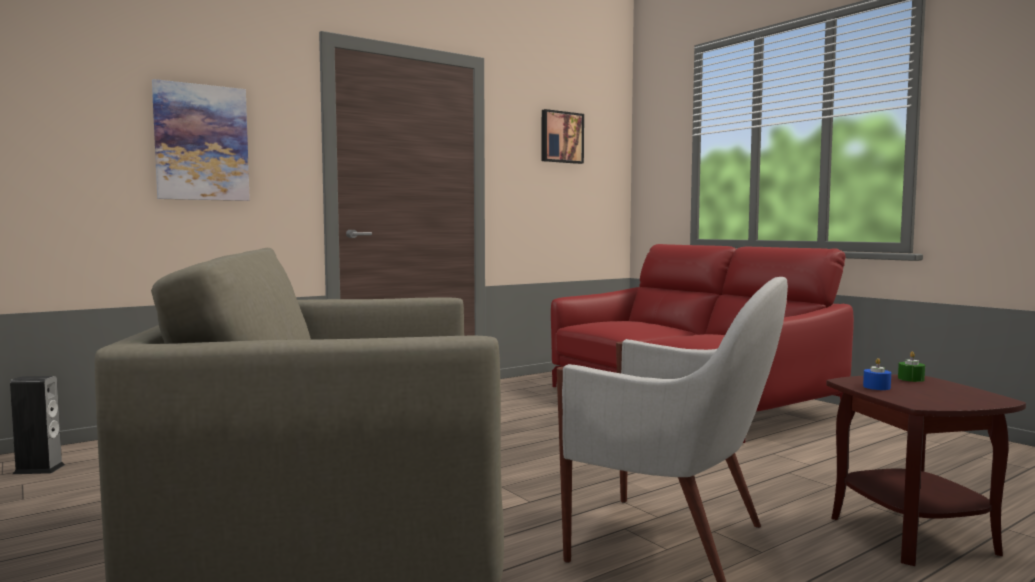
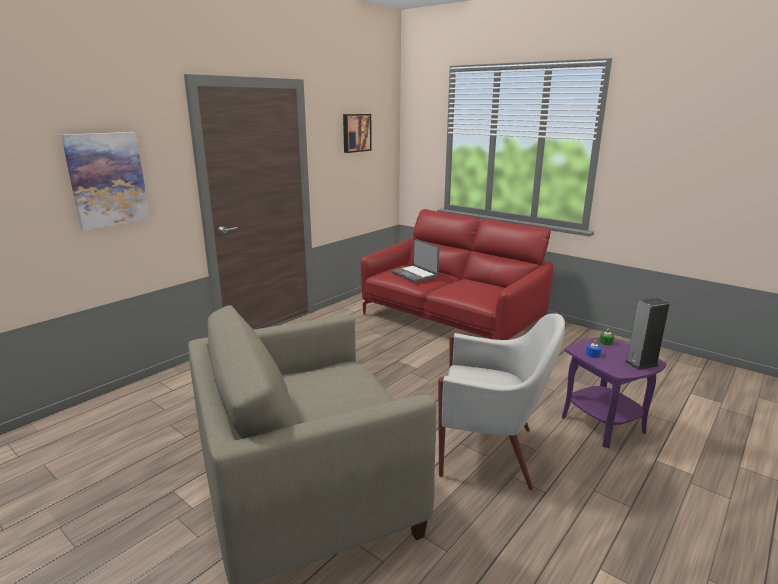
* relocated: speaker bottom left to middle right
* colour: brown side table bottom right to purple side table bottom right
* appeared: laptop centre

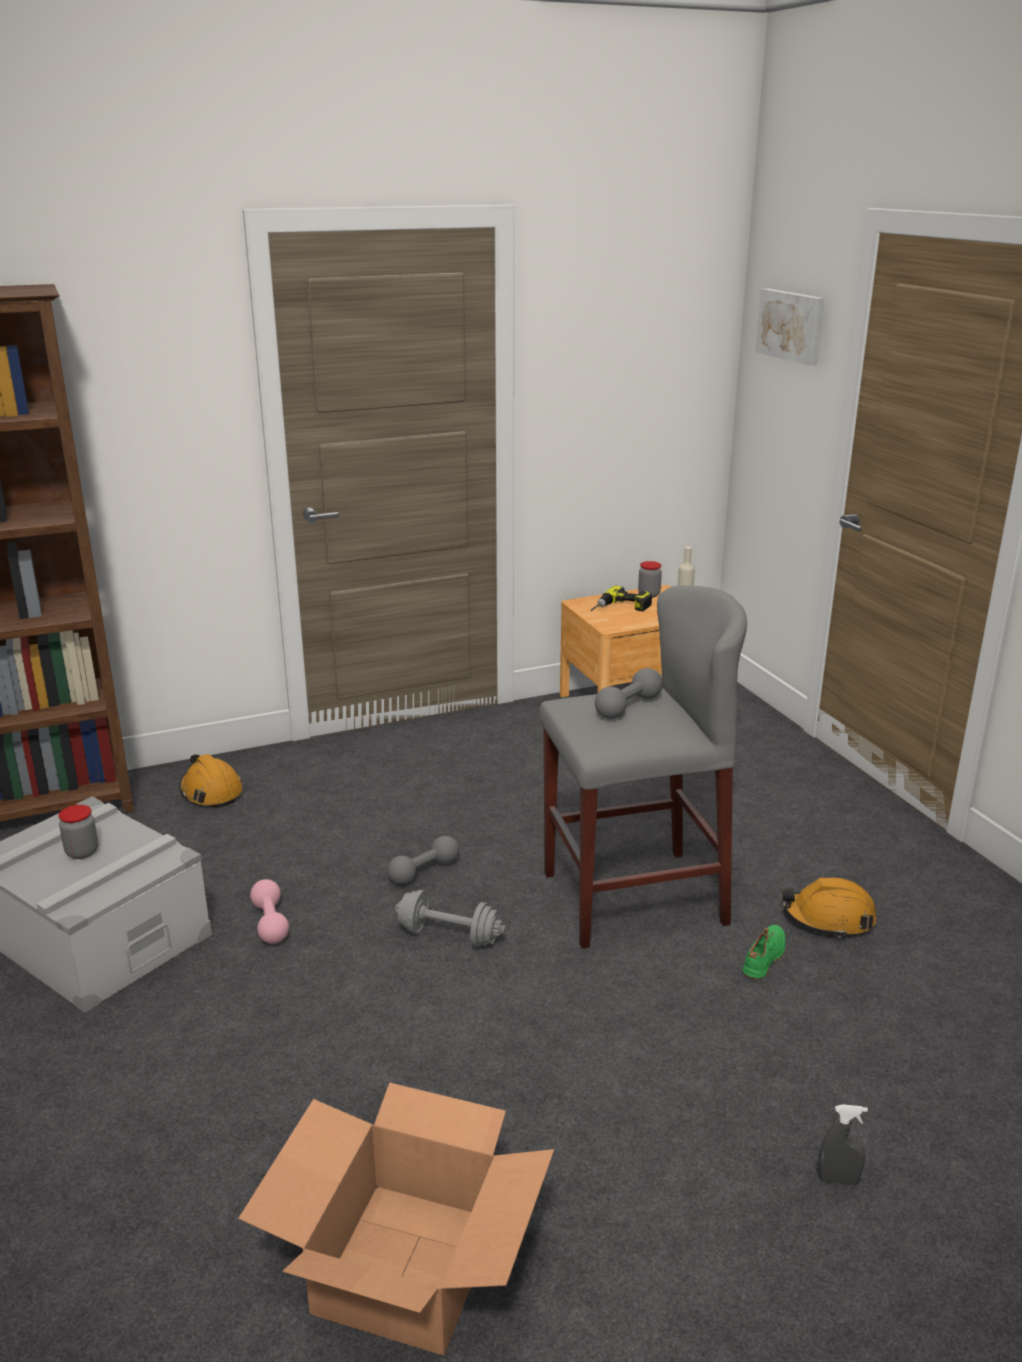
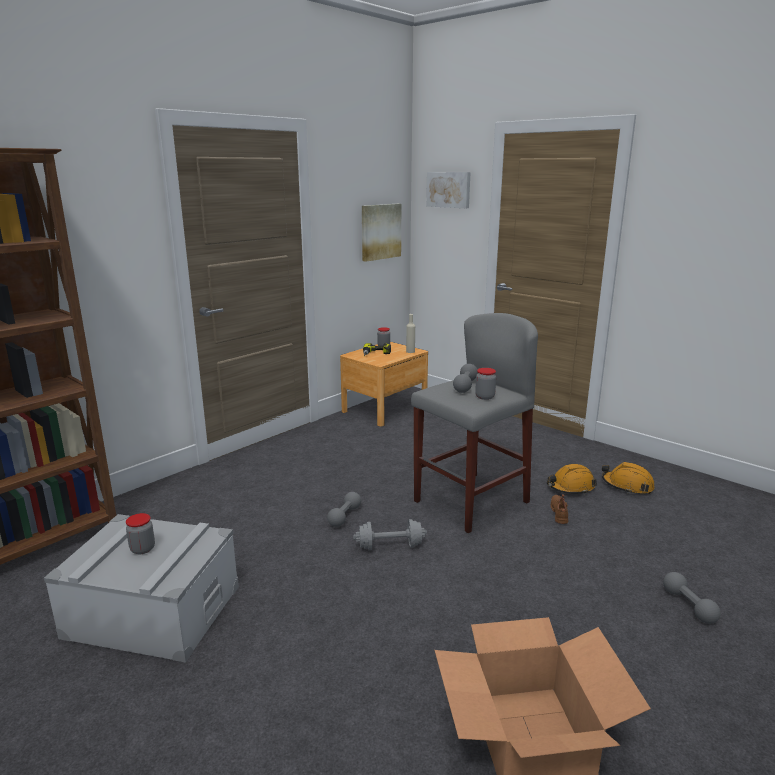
* relocated: orange hard hat (no. 1 from left in the first image) middle left to orange hard hat (no. 2 from left) middle right
* missing: pink dumbbell bottom left
* colour: green shoe bottom right to brown shoe middle right
* exchanged: grey spray bottle bottom right to grey dumbbell (no. 4 from left) bottom right
* appeared: picture (no. 1 from left) top centre
* appeared: jar (no. 3 from left) centre

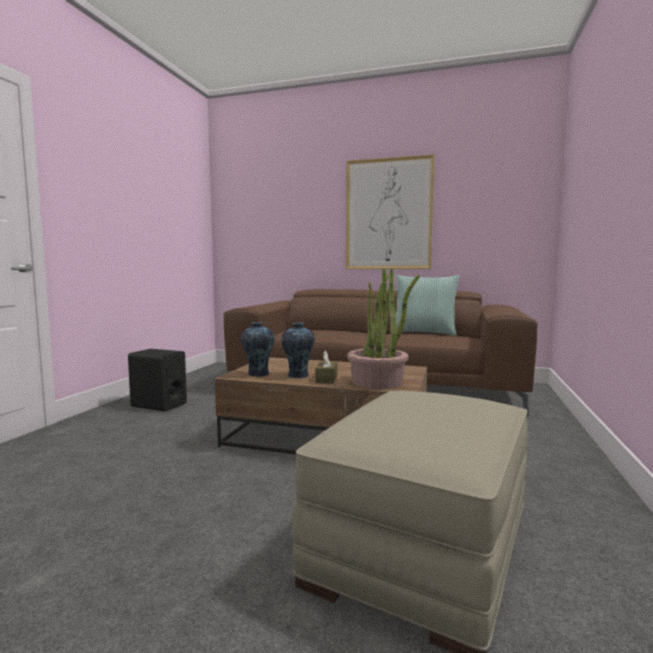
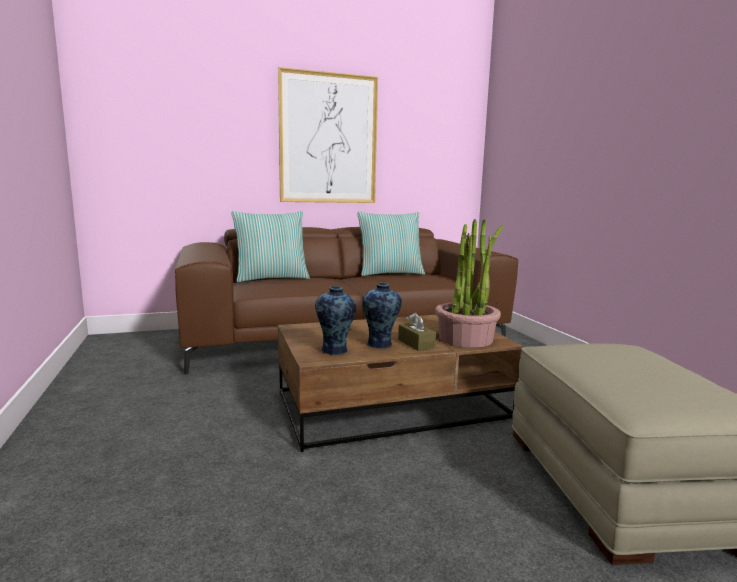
* missing: black speaker middle left
* appeared: pillow (no. 1 from left) centre

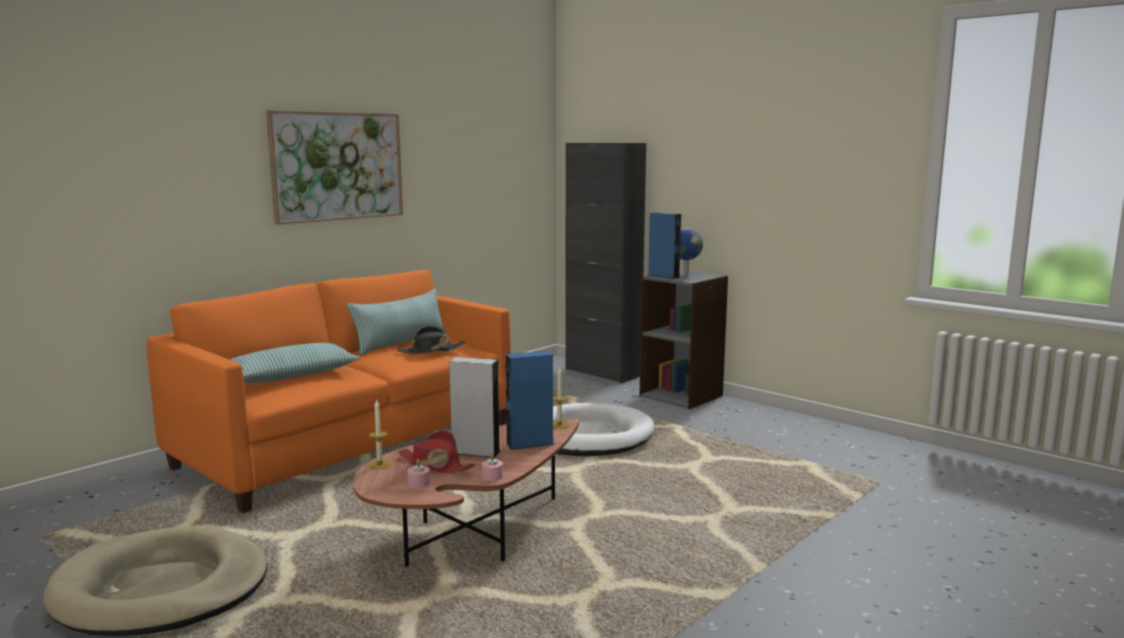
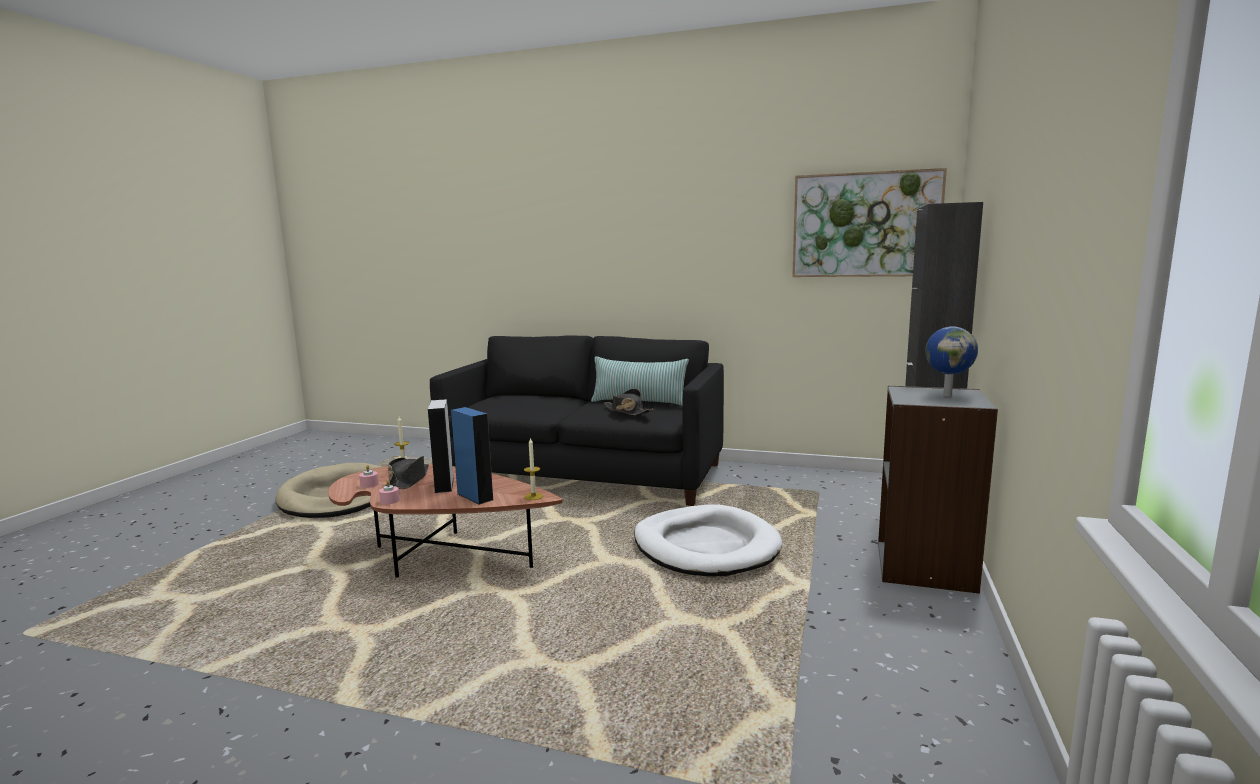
* colour: orange sofa middle left to black sofa centre
* missing: pillow (no. 1 from left) middle left
* relocated: picture top left to top right
* colour: red hat bottom centre to black hat (no. 1 from left) middle left
* missing: blue speaker (no. 2 from left) centre

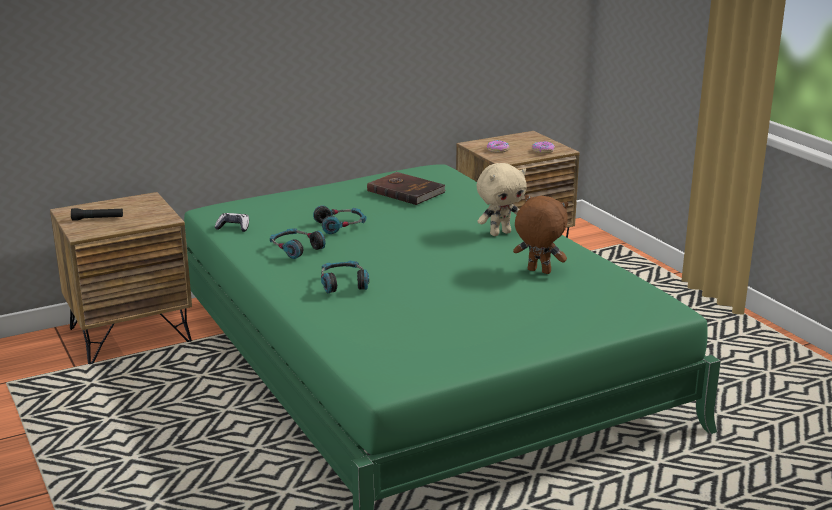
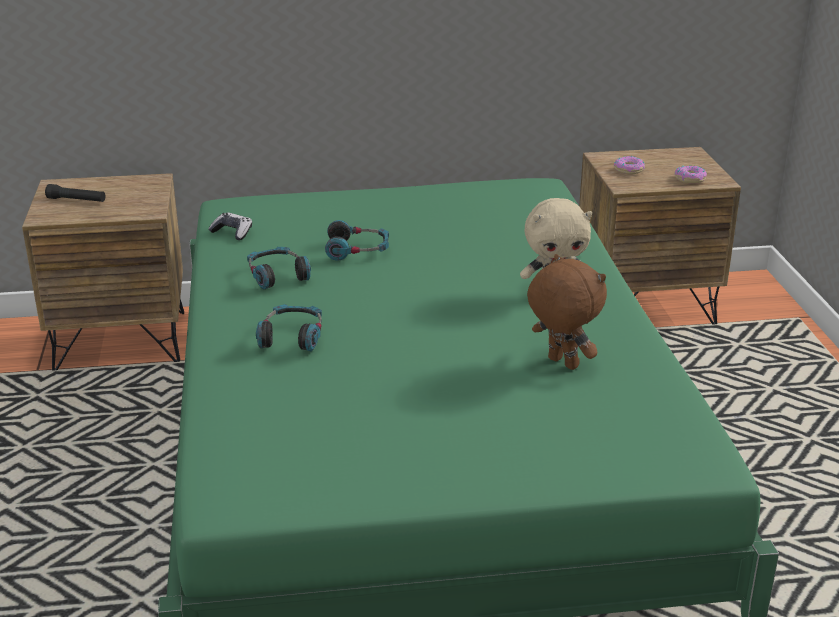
* missing: brown book centre

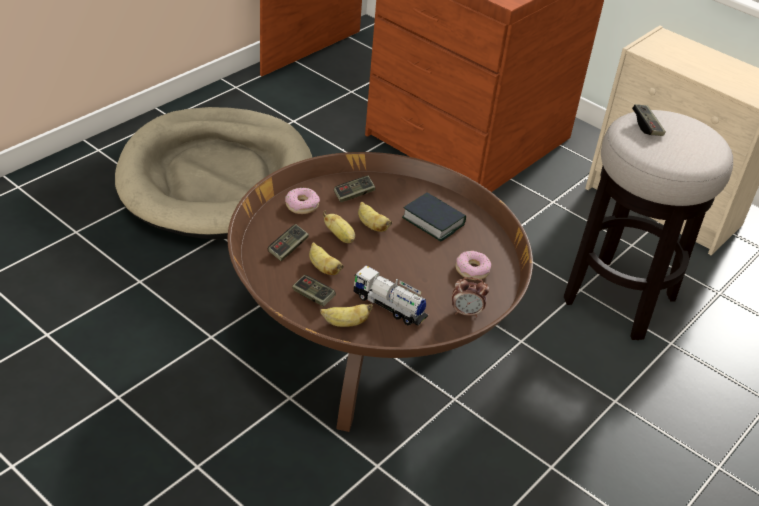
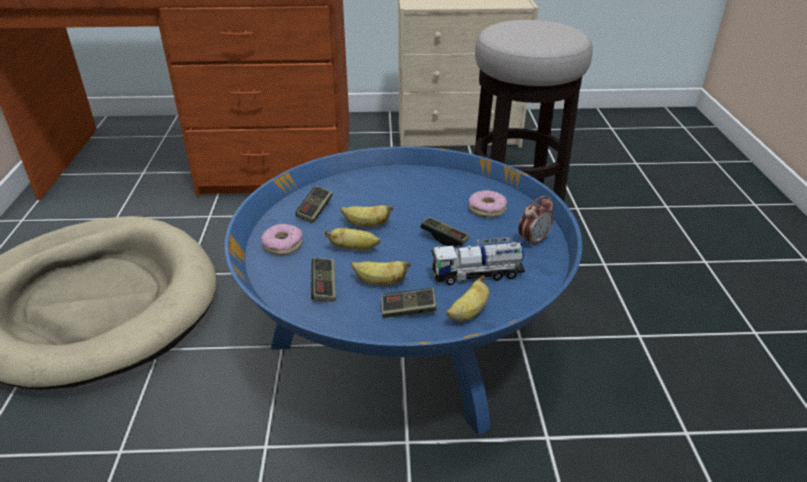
* colour: brown coffee table centre to blue coffee table centre
* missing: book centre
* relocated: game controller (no. 4 from left) top right to centre

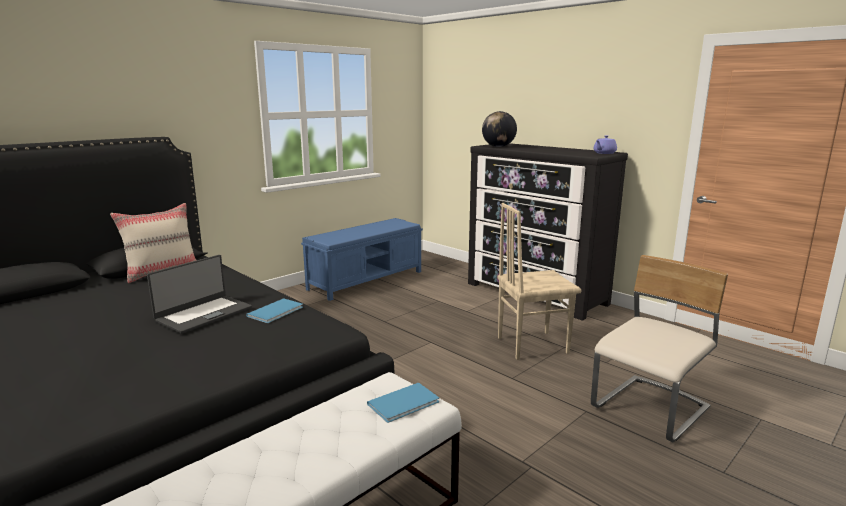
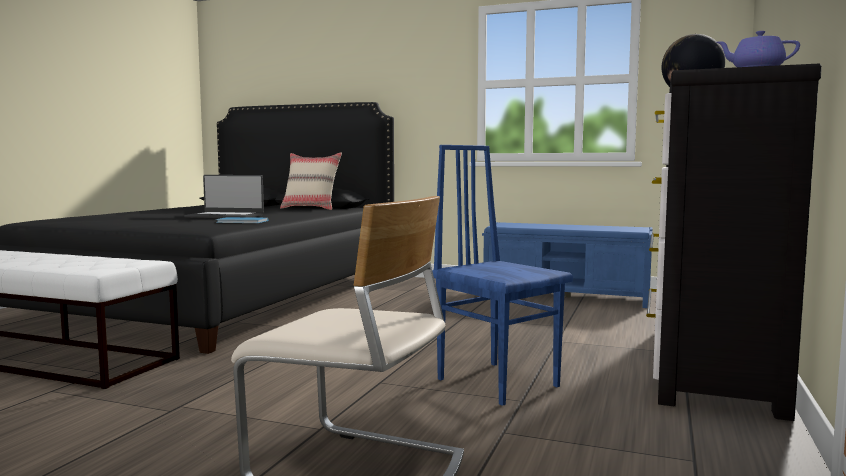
* missing: blue book (no. 2 from left) bottom centre
* colour: beige chair (no. 1 from left) centre to blue chair centre

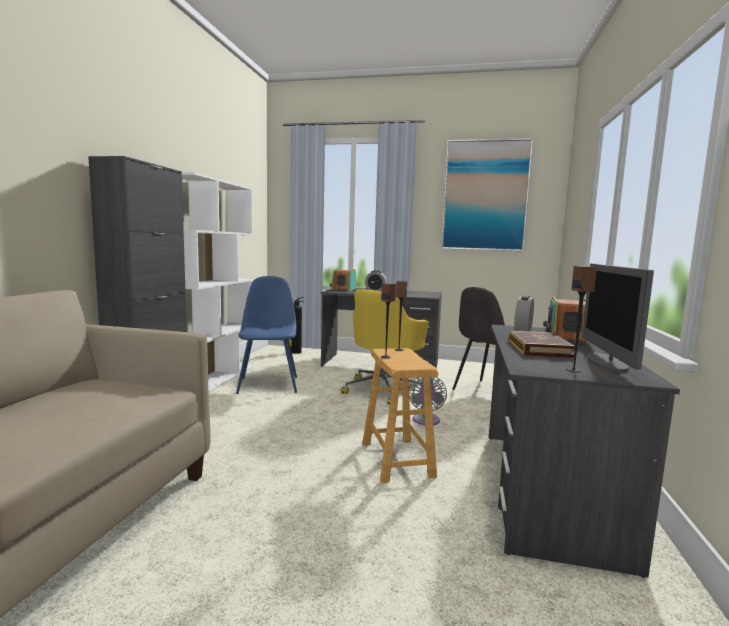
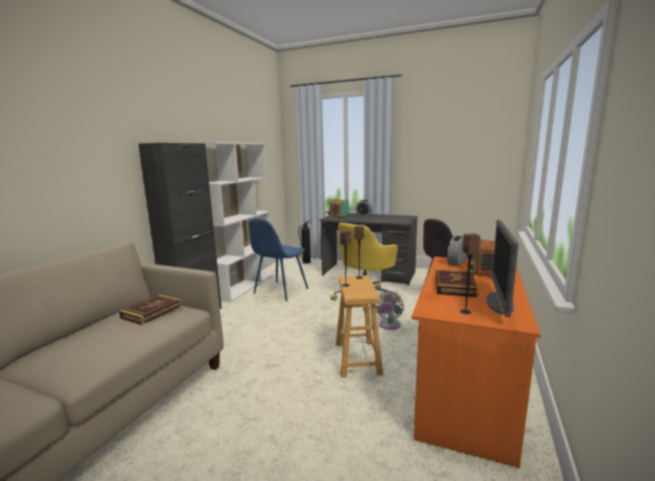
* spun: blue chair centre = centre 150 degrees counterclockwise
* missing: picture top right
* colour: grey desk (no. 2 from left) bottom right to orange desk bottom right
* appeared: book (no. 1 from left) middle left

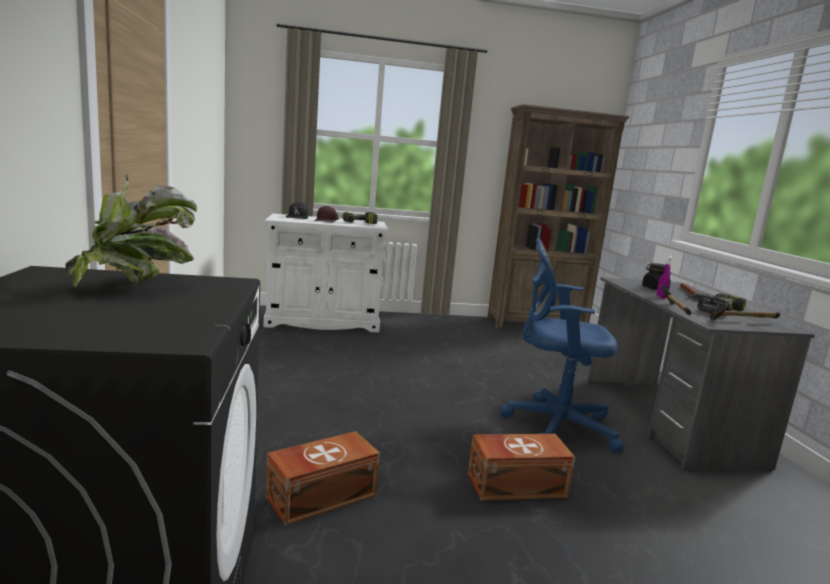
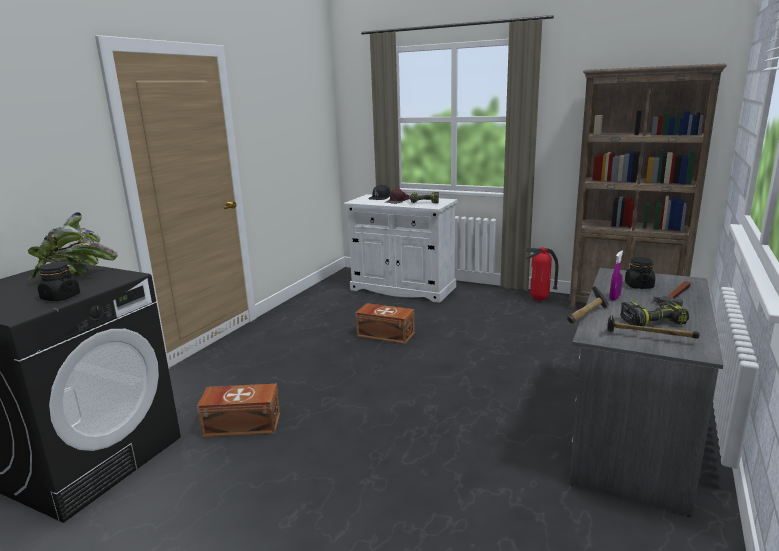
* relocated: brown storage box (no. 2 from left) bottom centre to centre
* missing: blue office chair middle right
* appeared: black jar (no. 1 from left) middle left
* appeared: fire extinguisher middle right

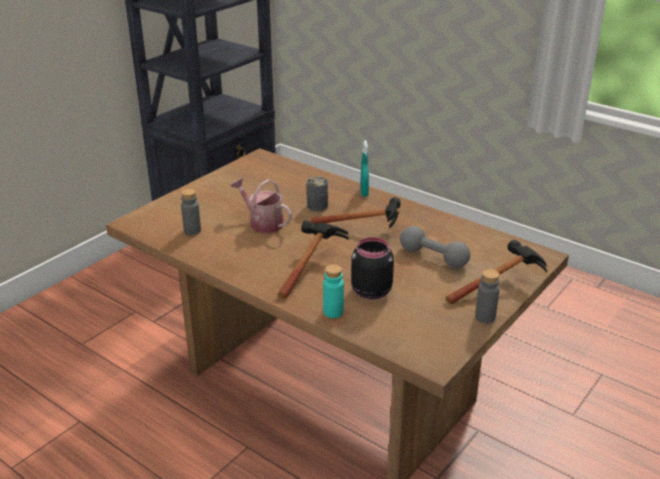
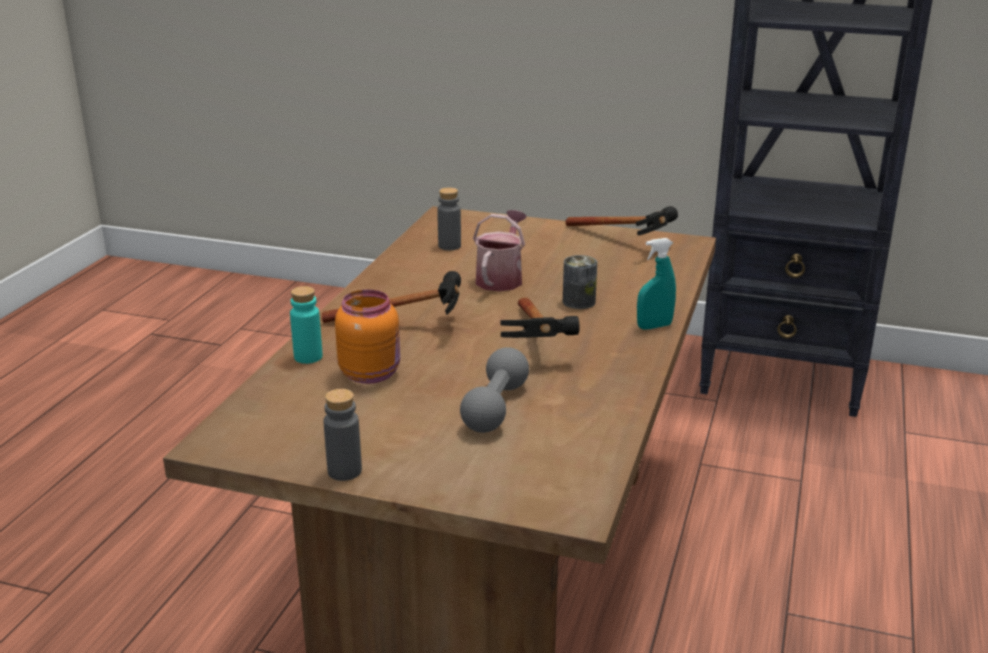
* colour: black jar centre to orange jar centre
* relocated: hammer (no. 3 from left) middle right to centre

